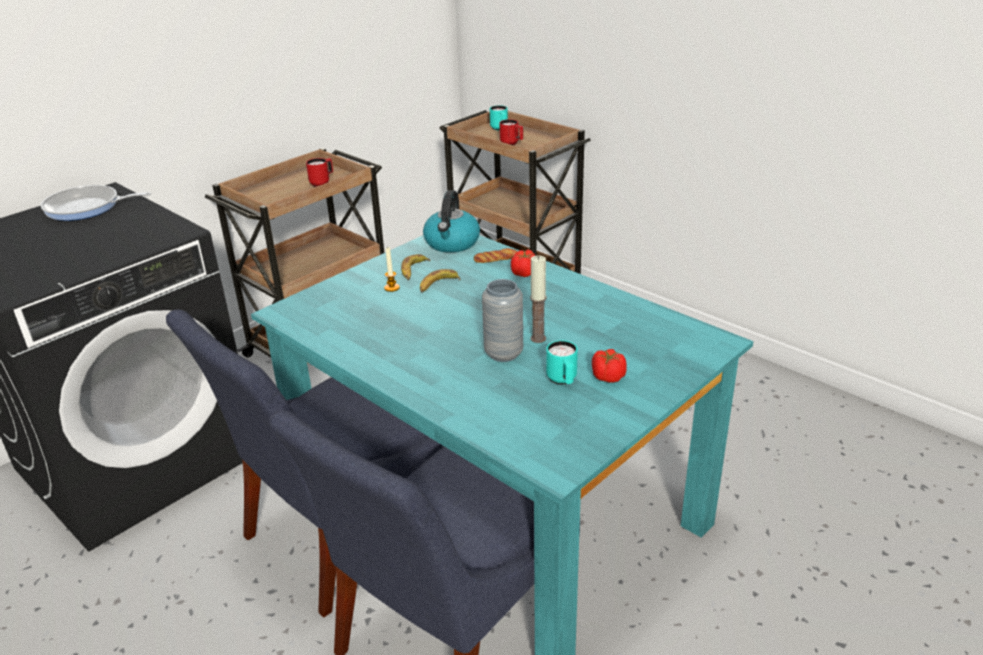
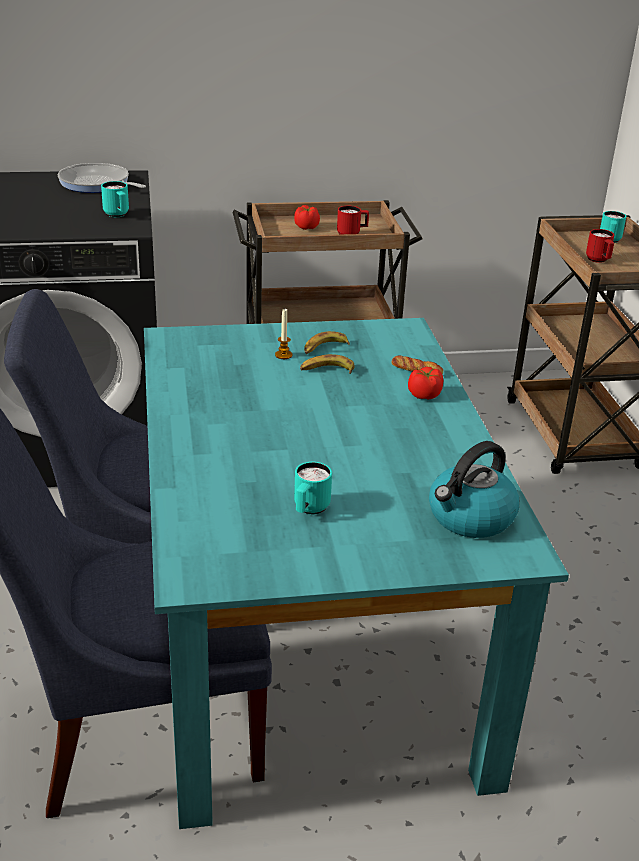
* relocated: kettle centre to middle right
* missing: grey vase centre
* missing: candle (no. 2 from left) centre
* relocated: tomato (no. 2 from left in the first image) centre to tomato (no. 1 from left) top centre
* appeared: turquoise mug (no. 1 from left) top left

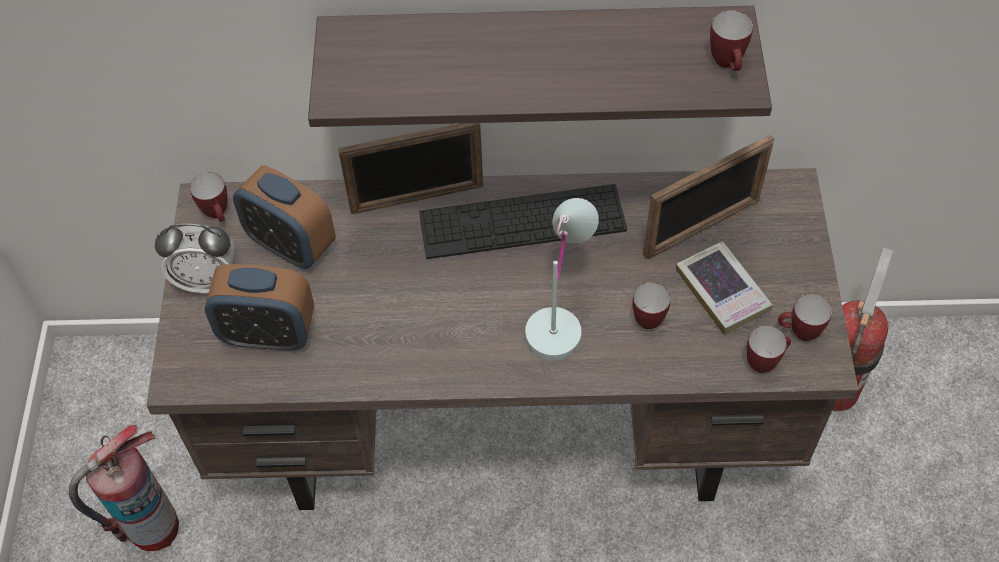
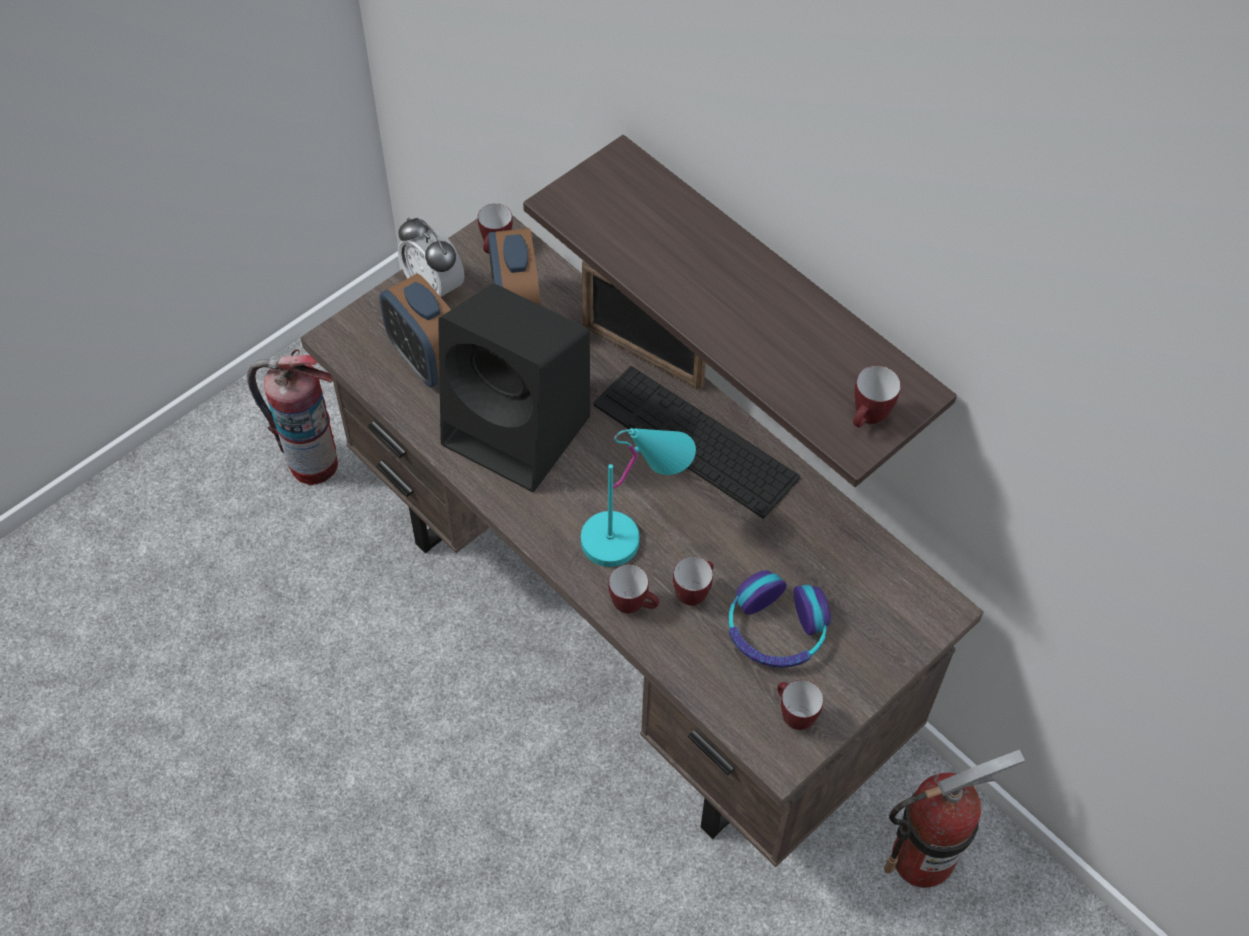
* colour: white table lamp centre to turquoise table lamp centre
* missing: picture frame (no. 2 from left) middle right
* exchanged: book middle right to headphones centre
* relocated: mug (no. 4 from left in the first image) middle right to mug (no. 2 from left) centre
* appeared: black speaker centre

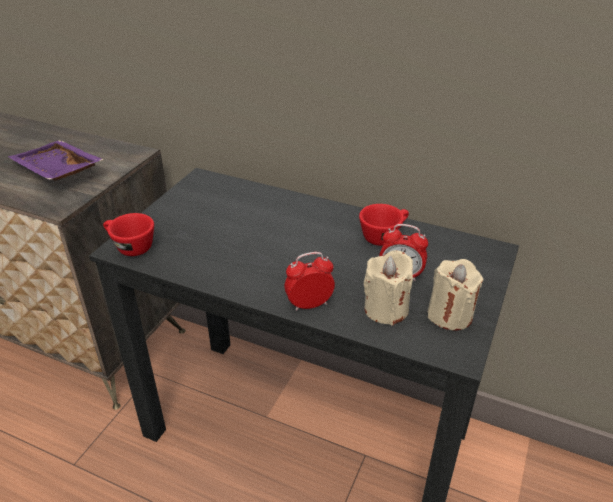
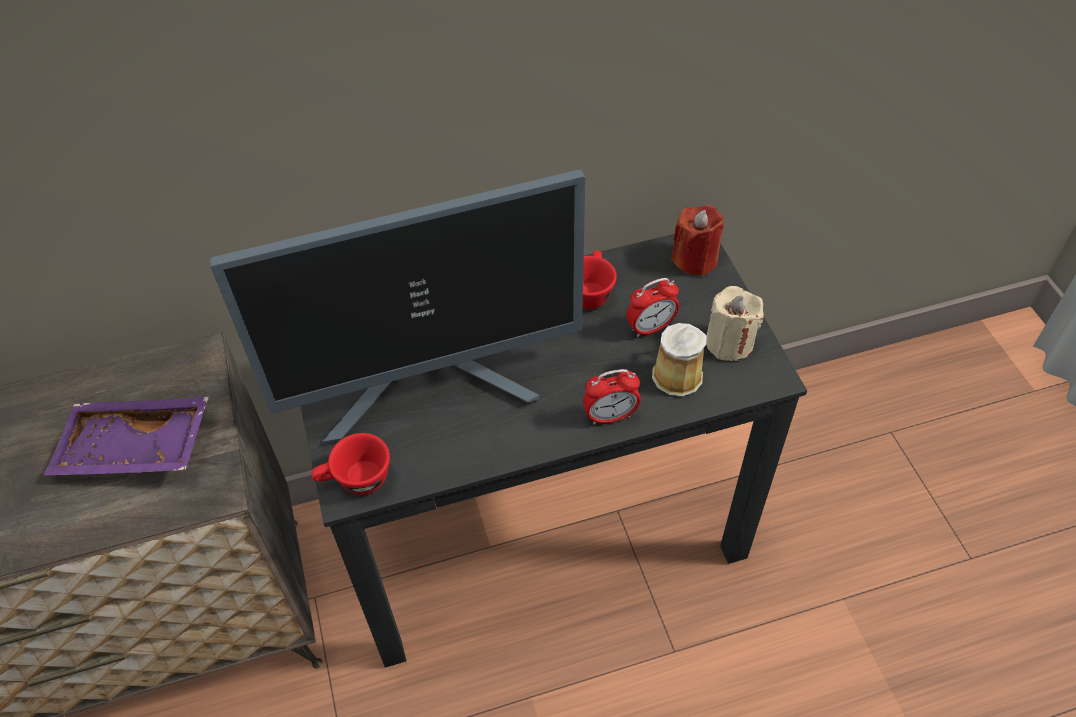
* spun: alarm clock (no. 1 from left) centre = centre 135 degrees counterclockwise
* exchanged: beige candle (no. 1 from left) centre to mug centre
* appeared: monitor centre
* appeared: red candle centre

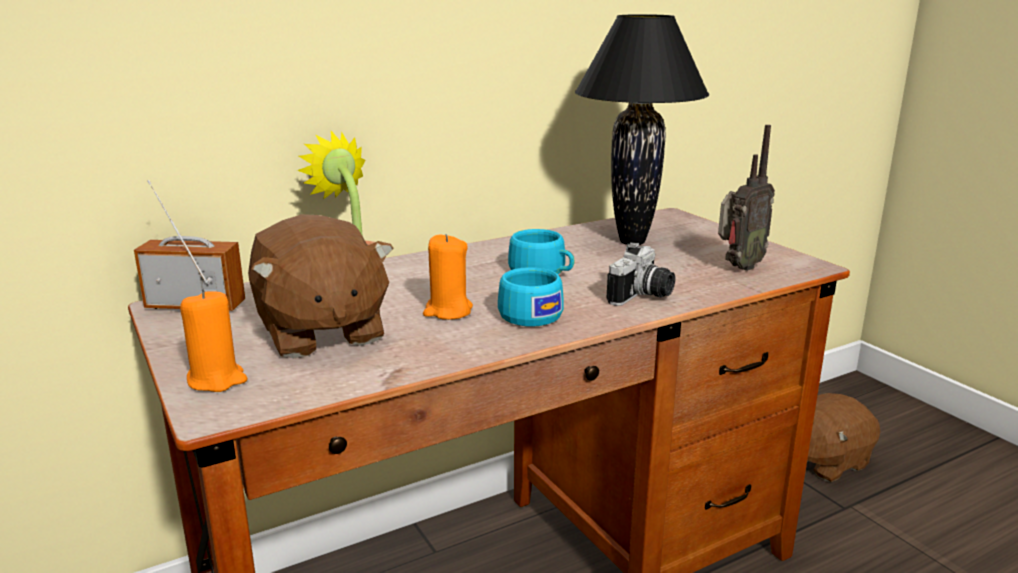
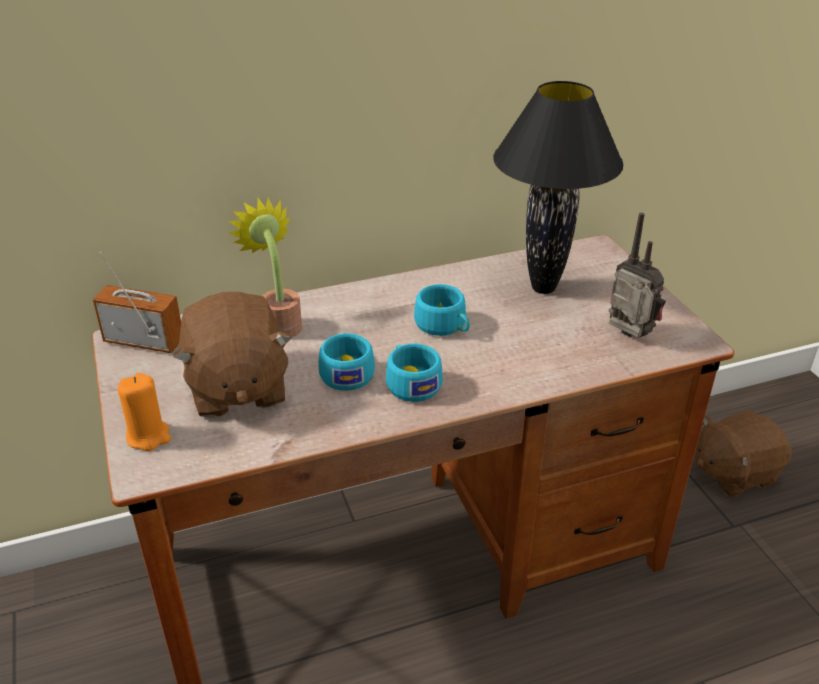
* exchanged: orange candle (no. 2 from left) centre to turquoise cup (no. 1 from left) centre
* missing: photo camera centre
* spun: radio (no. 2 from left) middle right = middle right 105 degrees counterclockwise

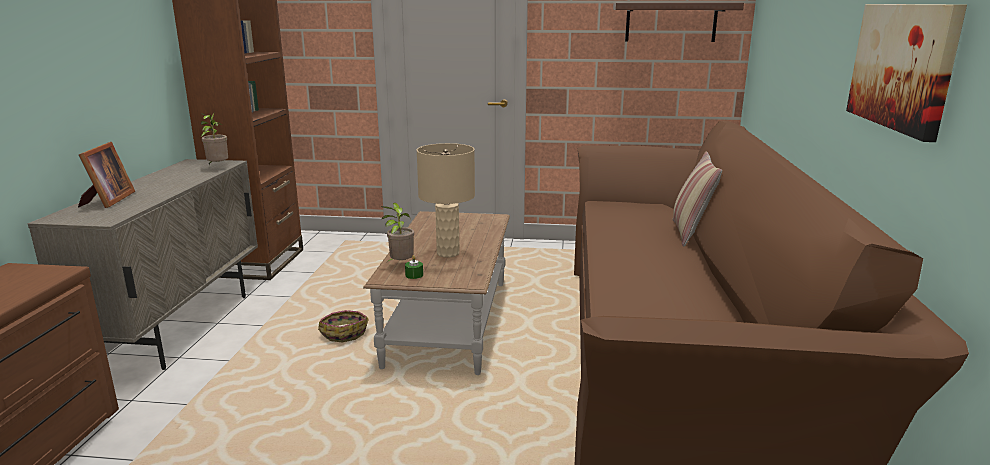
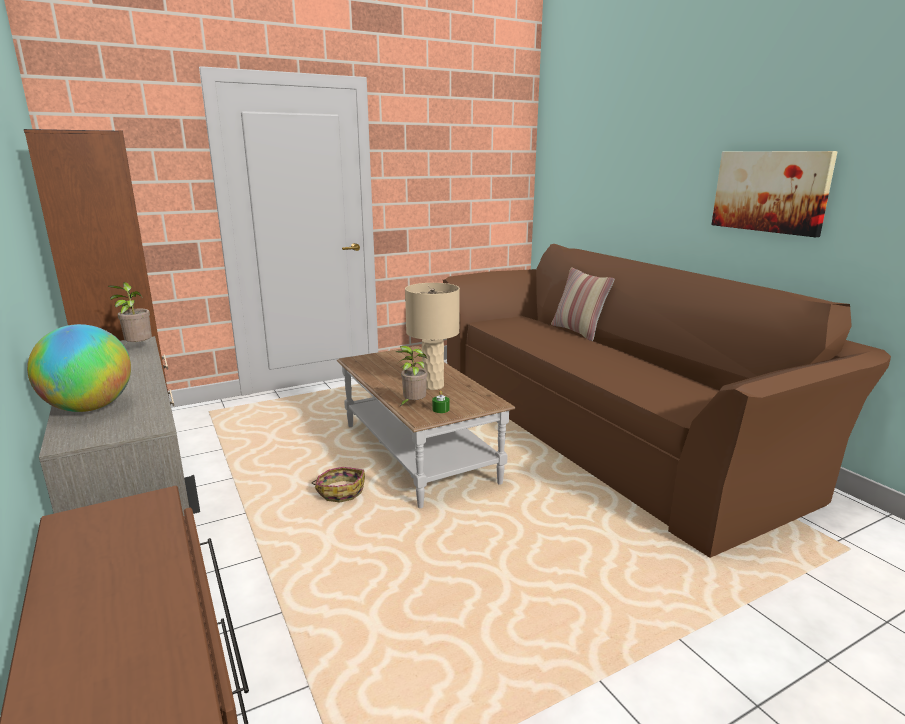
* exchanged: picture frame middle left to globe middle left
* missing: shelf top right

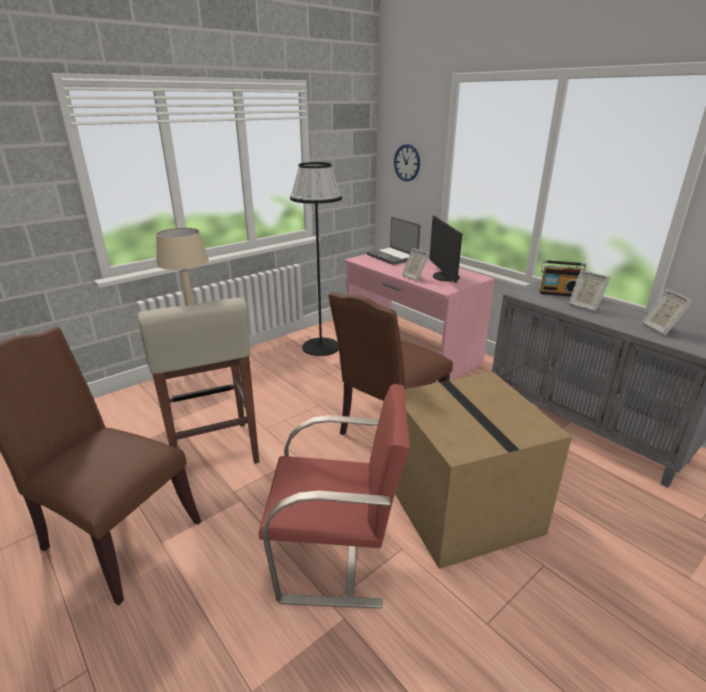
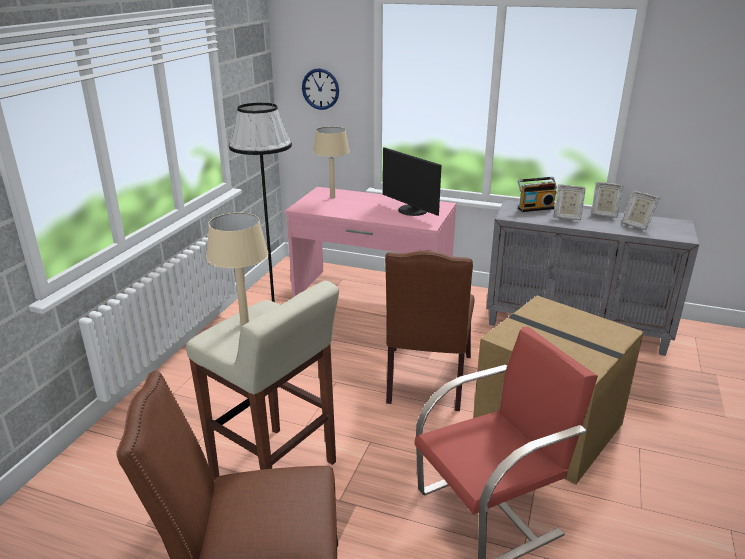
* exchanged: laptop centre to beige table lamp (no. 2 from left) top centre
* relocated: picture frame (no. 1 from left in the first image) centre to picture frame (no. 2 from left) middle right

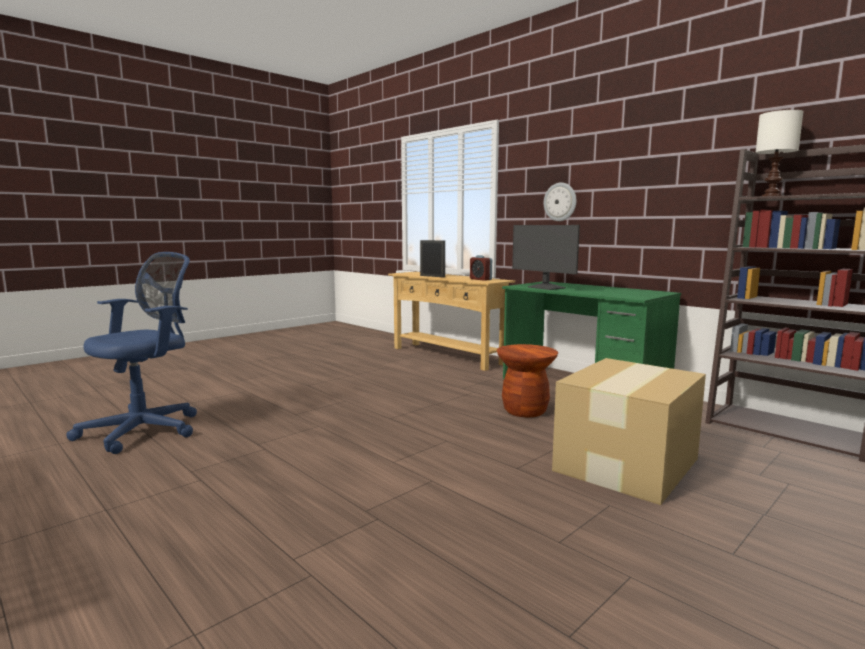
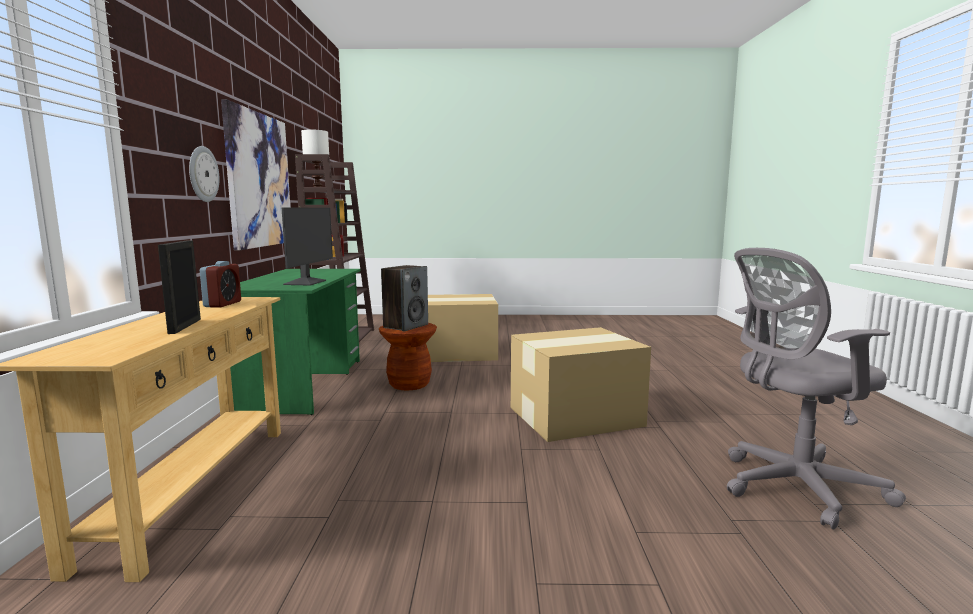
* colour: blue office chair middle left to grey office chair middle right
* appeared: picture top left
* appeared: speaker centre
* appeared: cardboard box (no. 2 from left) centre

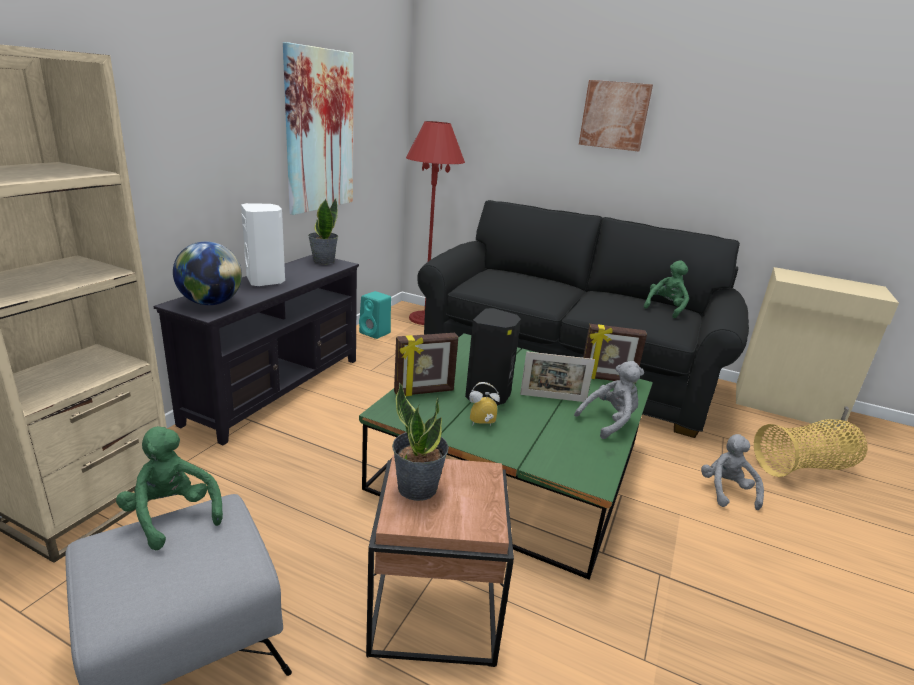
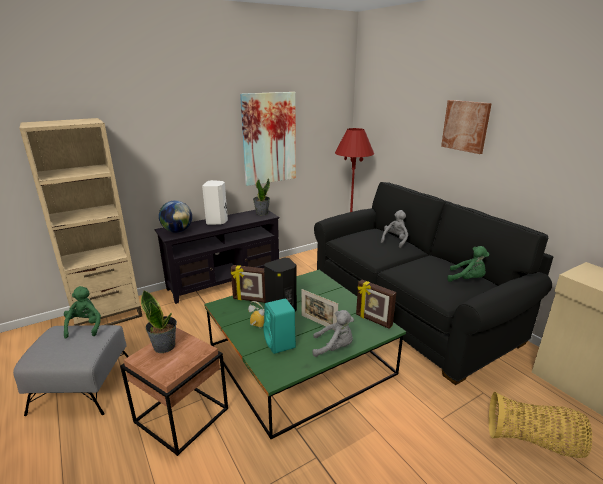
* relocated: turquoise speaker centre to bottom centre
* spun: green plush toy (no. 2 from left) middle right = middle right 45 degrees clockwise
* relocated: grey plush toy (no. 2 from left) bottom right to centre

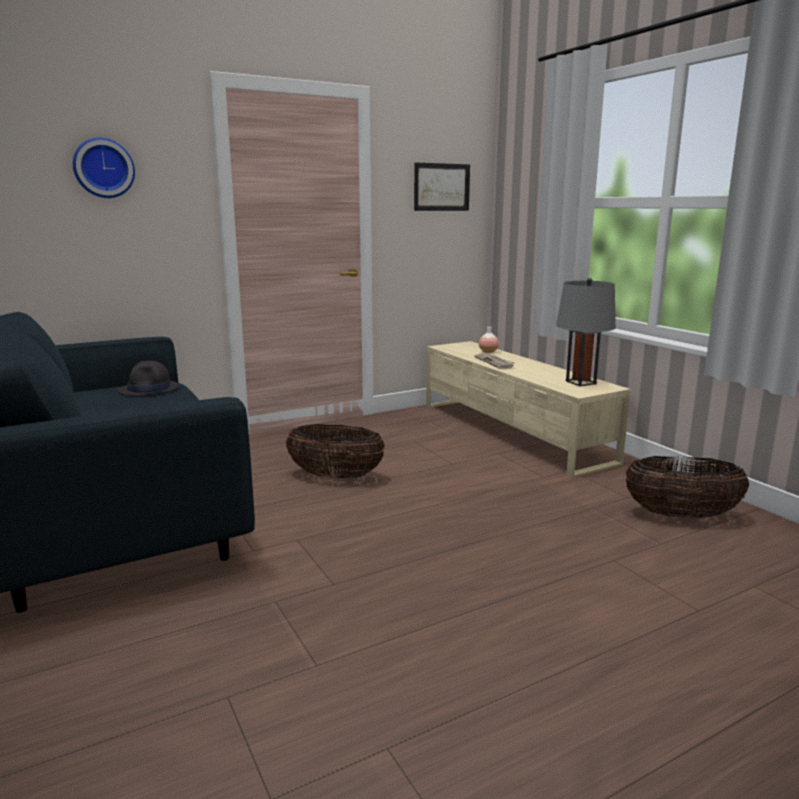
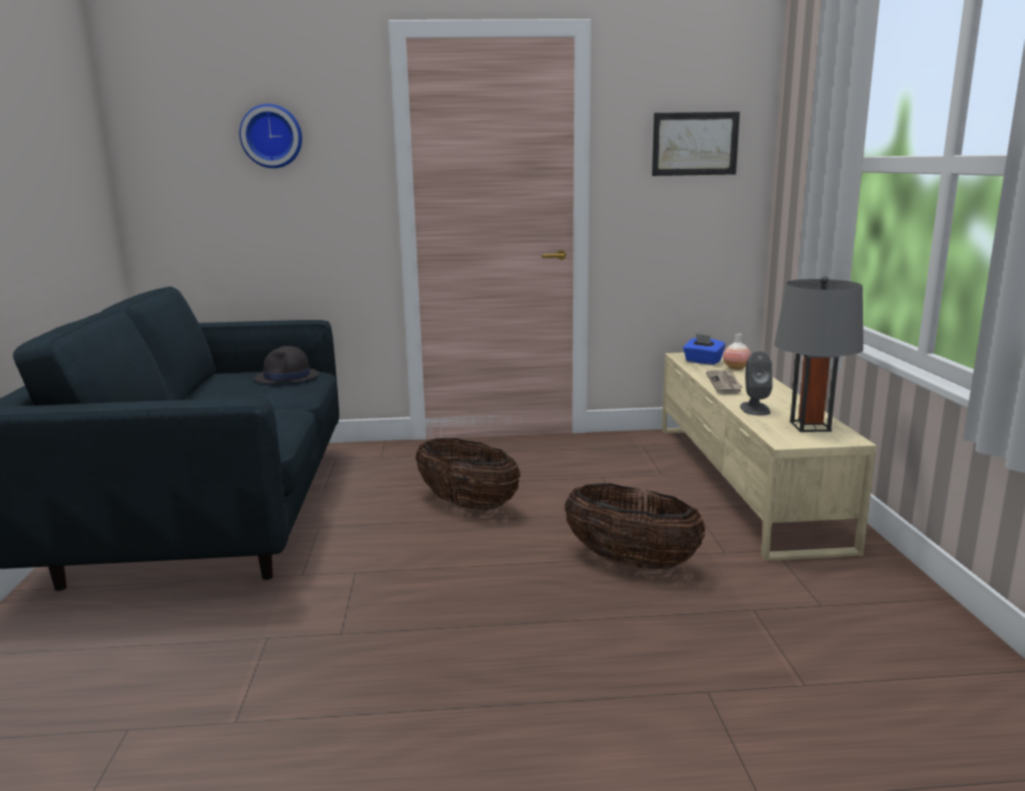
* relocated: basket (no. 2 from left) middle right to centre
* appeared: blue tissue box middle right
* appeared: grey speaker middle right

